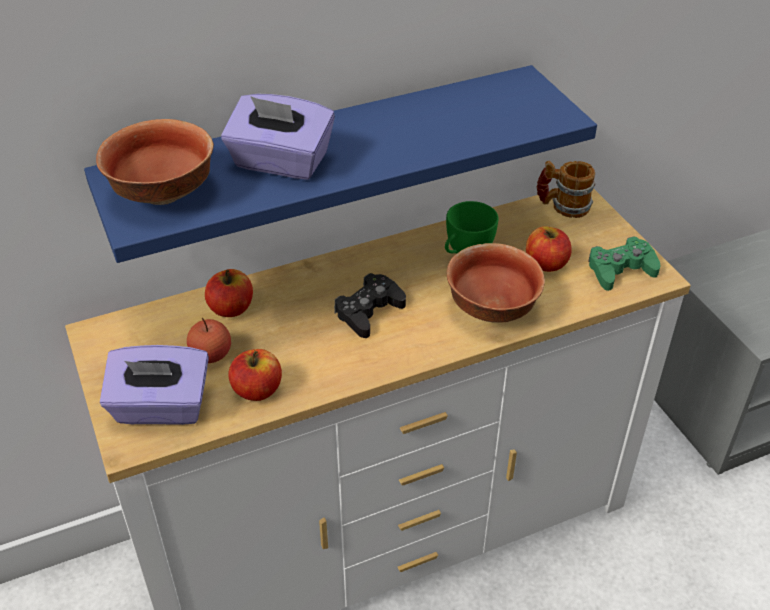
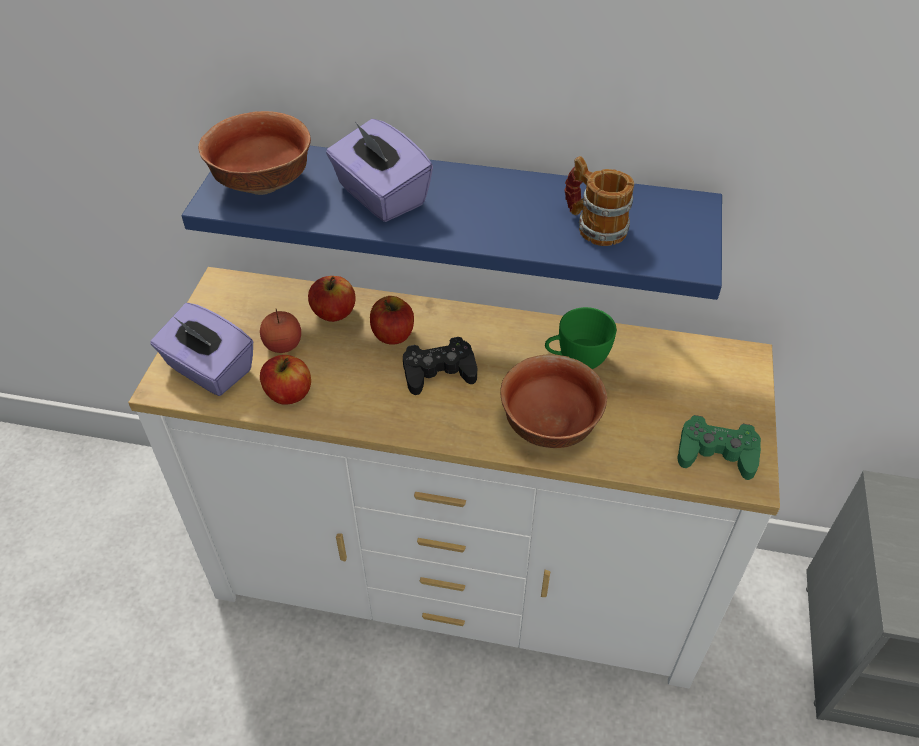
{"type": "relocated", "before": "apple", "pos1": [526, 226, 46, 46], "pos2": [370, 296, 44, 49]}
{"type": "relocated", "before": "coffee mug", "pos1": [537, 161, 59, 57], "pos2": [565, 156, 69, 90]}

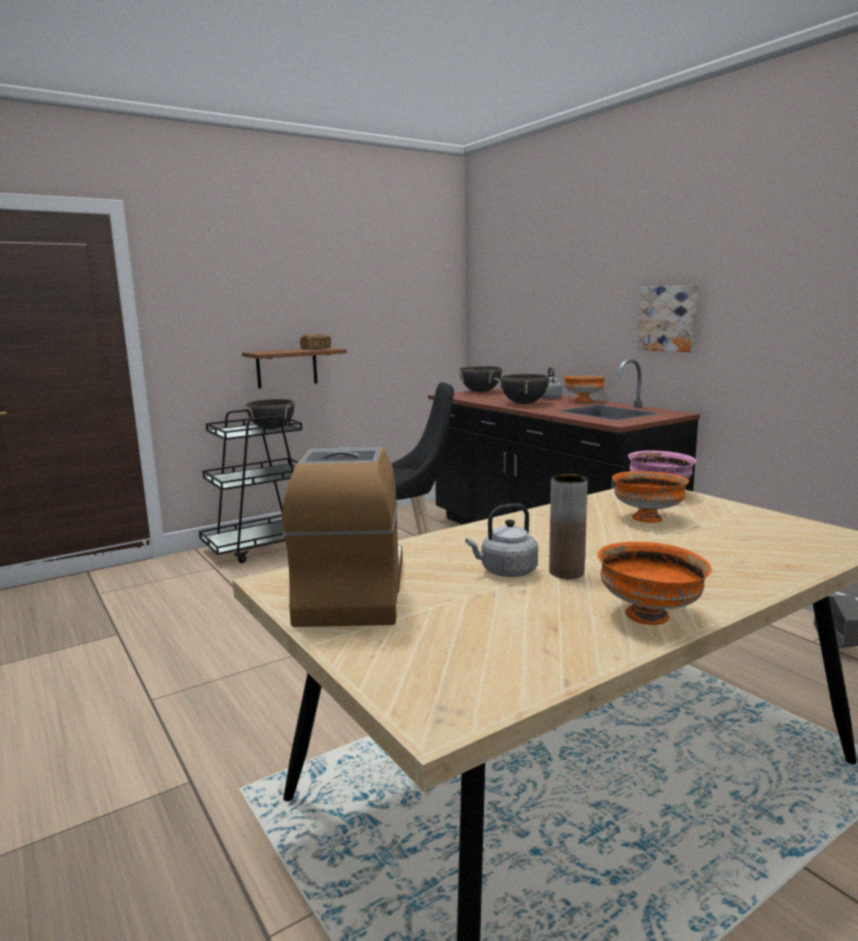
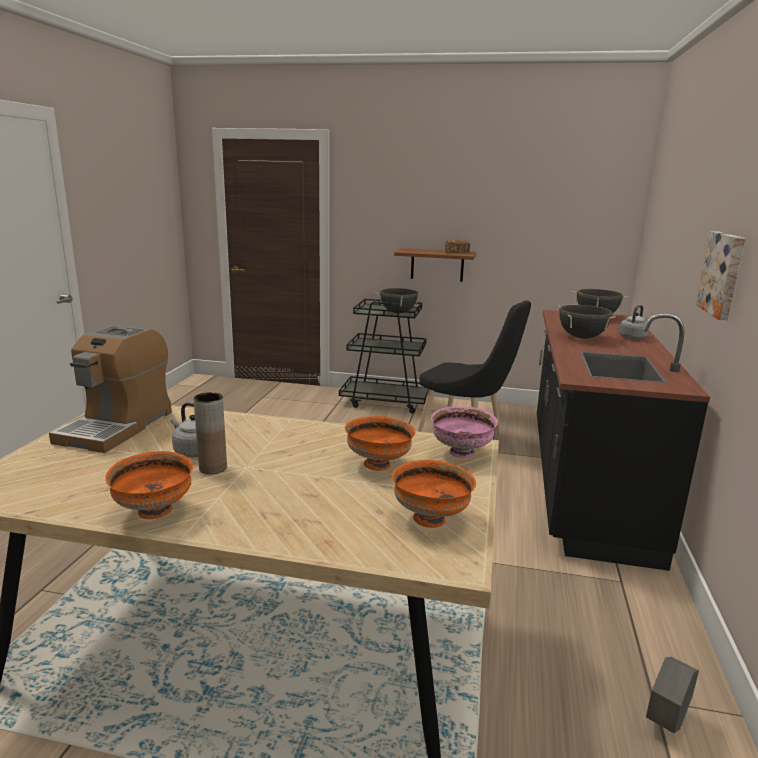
{"type": "relocated", "before": "orange serving bowl", "pos1": [563, 376, 43, 25], "pos2": [392, 460, 84, 68]}
{"type": "spun", "before": "coffee brewer", "pos1": [282, 447, 121, 180], "pos2": [49, 325, 123, 128], "turn": 150}

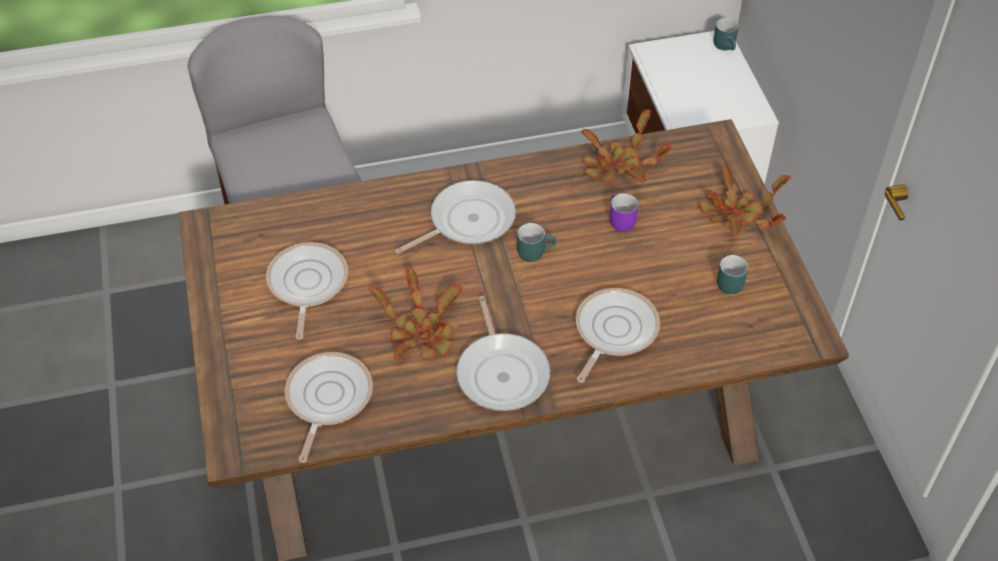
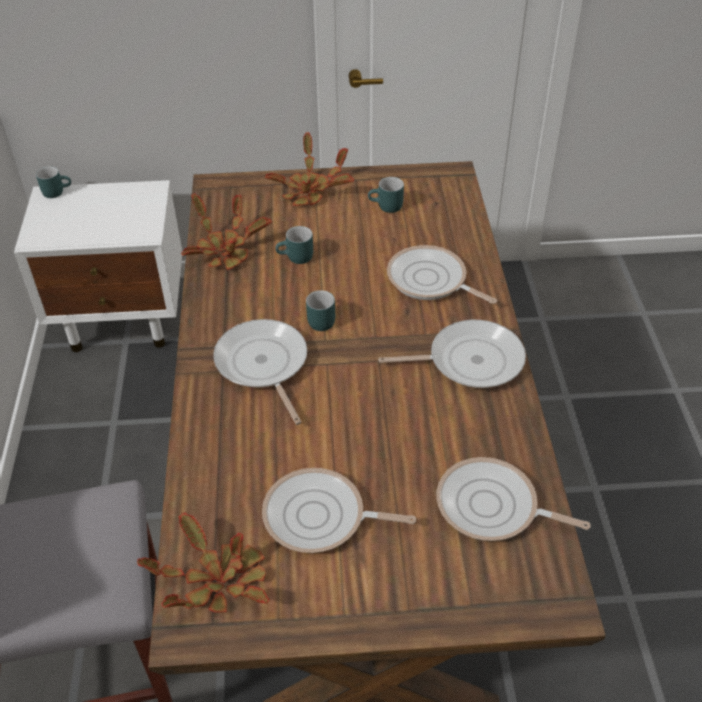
{"type": "relocated", "before": "plant in a pot", "pos1": [368, 267, 95, 93], "pos2": [137, 513, 132, 99]}
{"type": "colour", "before": "purplish coffee mug", "after": "turquoise coffee mug", "pos1": [610, 193, 28, 39], "pos2": [275, 226, 38, 38]}

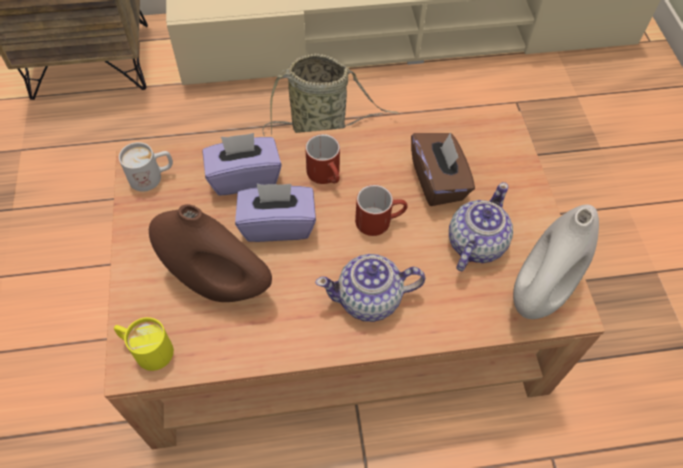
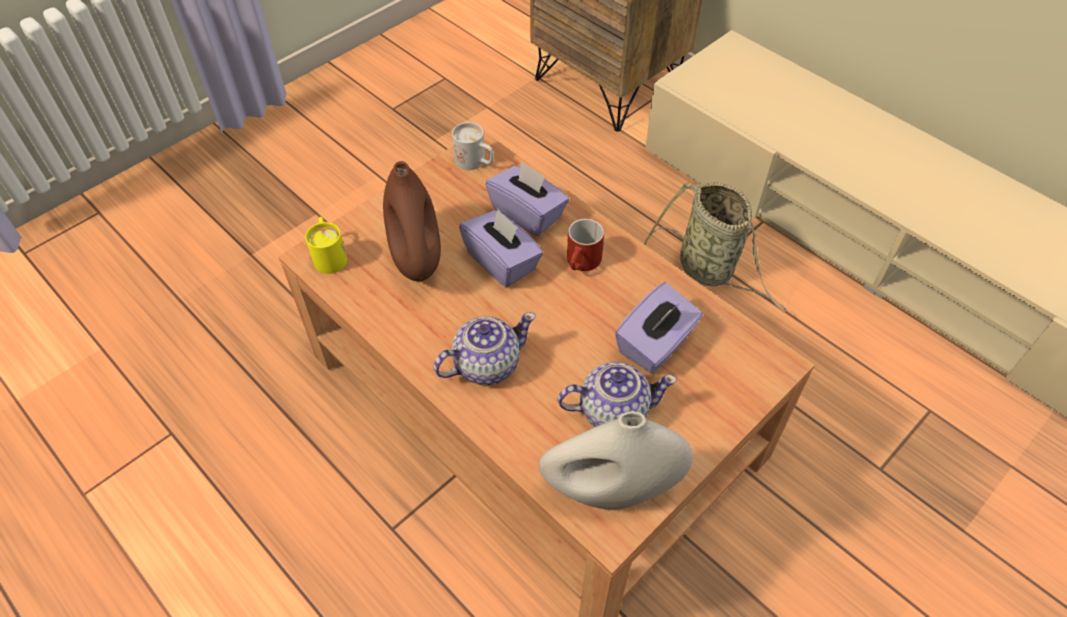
{"type": "missing", "before": "reddish coffee mug", "pos1": [355, 185, 53, 51]}
{"type": "colour", "before": "brown tissue holder", "after": "purplish tissue holder", "pos1": [411, 132, 64, 74], "pos2": [615, 282, 88, 91]}
{"type": "spun", "before": "pot for tea", "pos1": [315, 254, 110, 68], "pos2": [433, 312, 103, 73], "turn": 105}

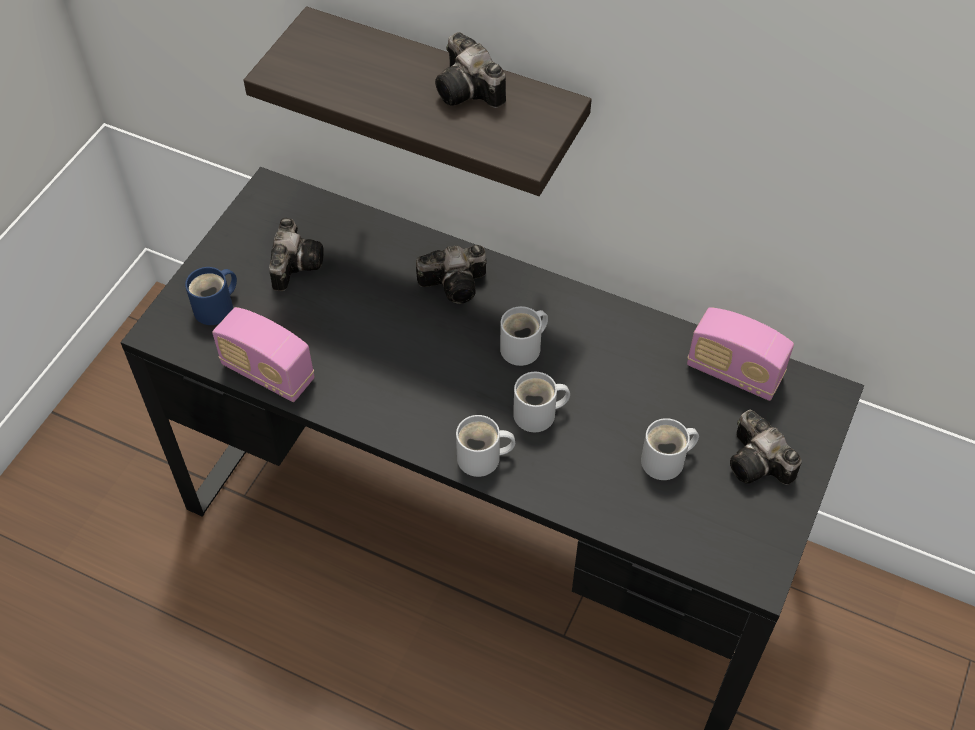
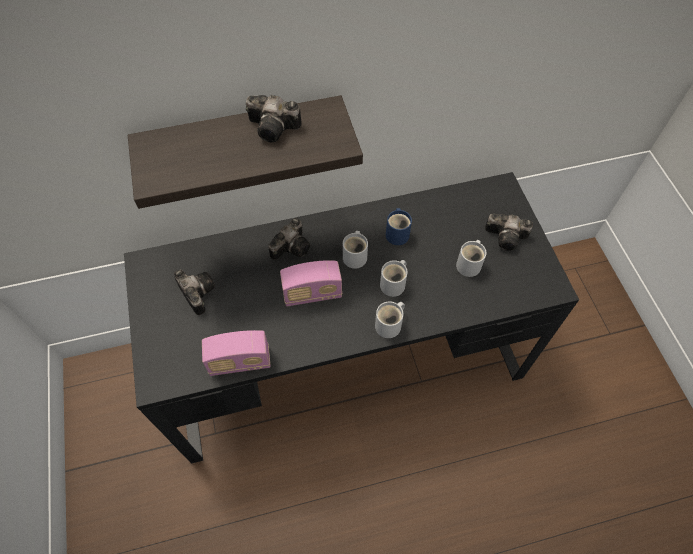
{"type": "relocated", "before": "bluish coffee mug", "pos1": [185, 267, 52, 58], "pos2": [386, 208, 26, 37]}
{"type": "relocated", "before": "radio set", "pos1": [687, 307, 107, 94], "pos2": [280, 260, 62, 46]}

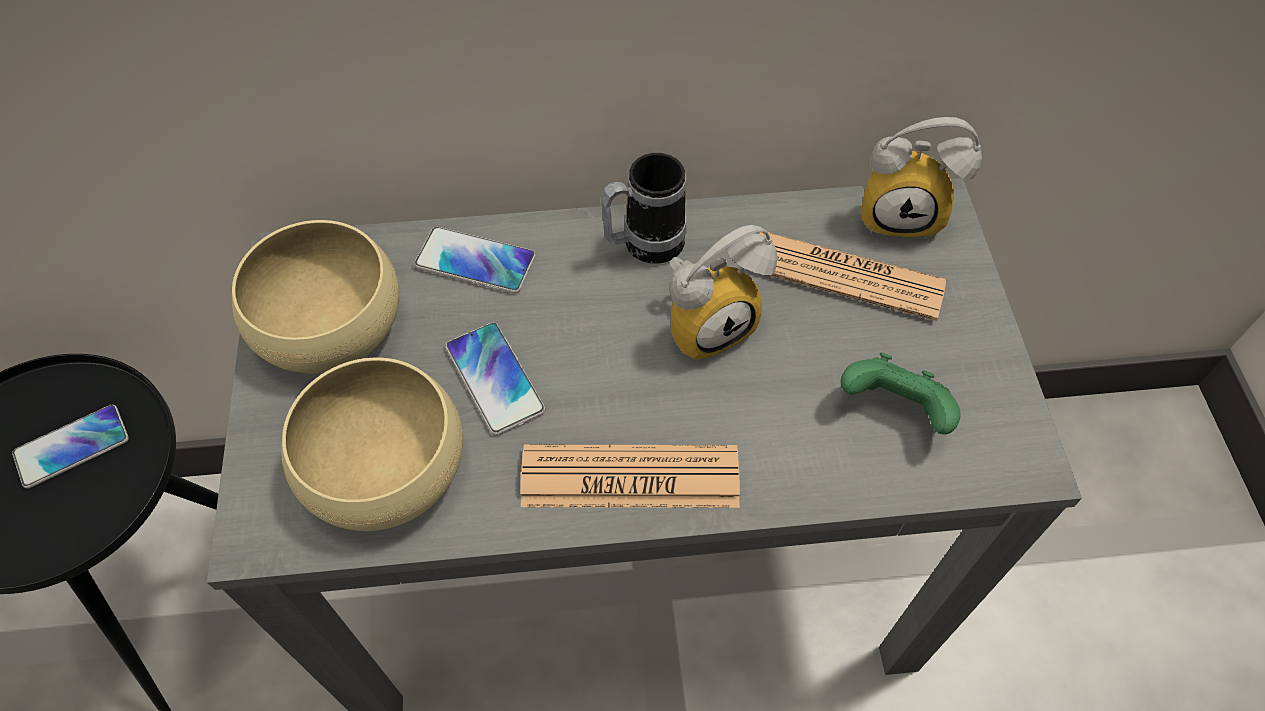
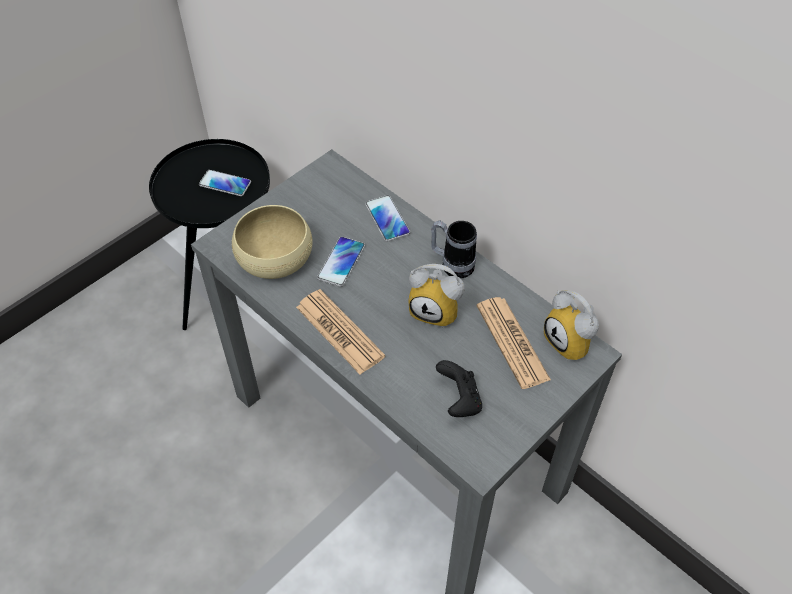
{"type": "missing", "before": "beige serving bowl", "pos1": [232, 220, 167, 153]}
{"type": "colour", "before": "greenish gamepad", "after": "blackish gamepad", "pos1": [841, 352, 119, 83], "pos2": [436, 360, 46, 57]}

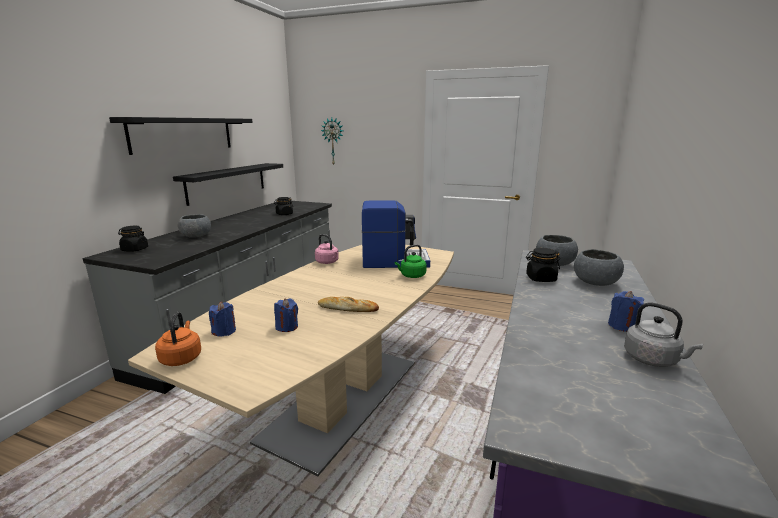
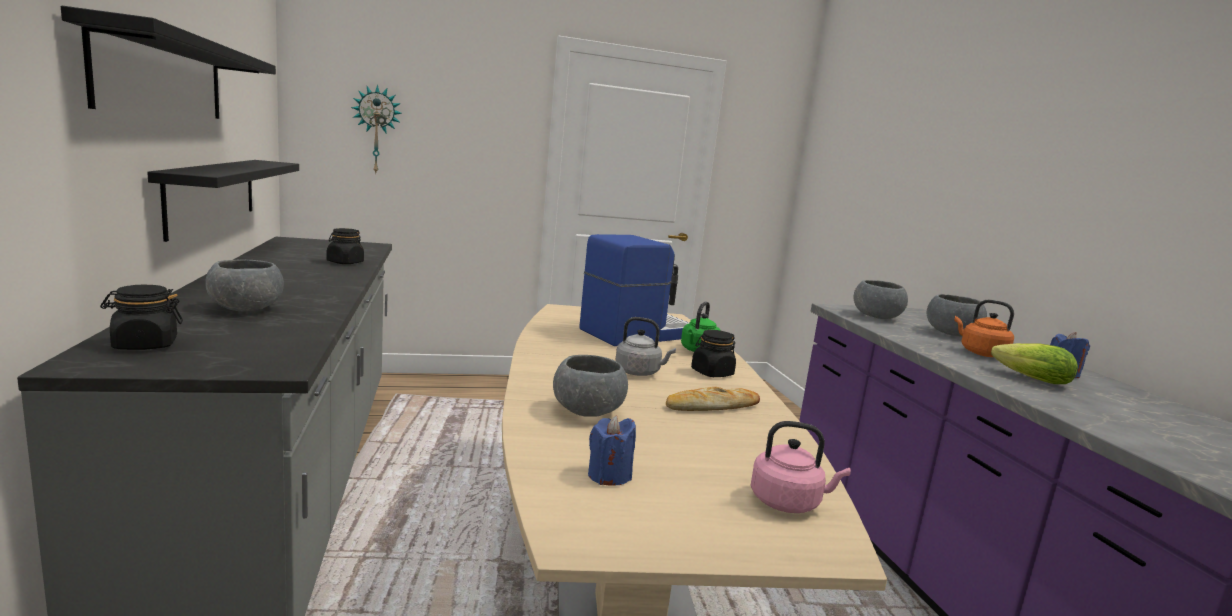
{"type": "missing", "before": "bluish candle", "pos1": [274, 298, 24, 34]}
{"type": "appeared", "after": "greyish serving bowl", "pos2": [553, 355, 75, 61]}
{"type": "appeared", "after": "lettuce", "pos2": [991, 343, 87, 41]}
{"type": "relocated", "before": "orange water kettle", "pos1": [155, 312, 46, 54], "pos2": [954, 299, 60, 58]}
{"type": "relocated", "before": "pink water kettle", "pos1": [315, 234, 24, 30], "pos2": [751, 421, 100, 92]}
{"type": "relocated", "before": "blackish jar", "pos1": [526, 248, 34, 34], "pos2": [691, 330, 45, 47]}
{"type": "relocated", "before": "greyish water kettle", "pos1": [624, 303, 79, 64], "pos2": [615, 317, 61, 59]}

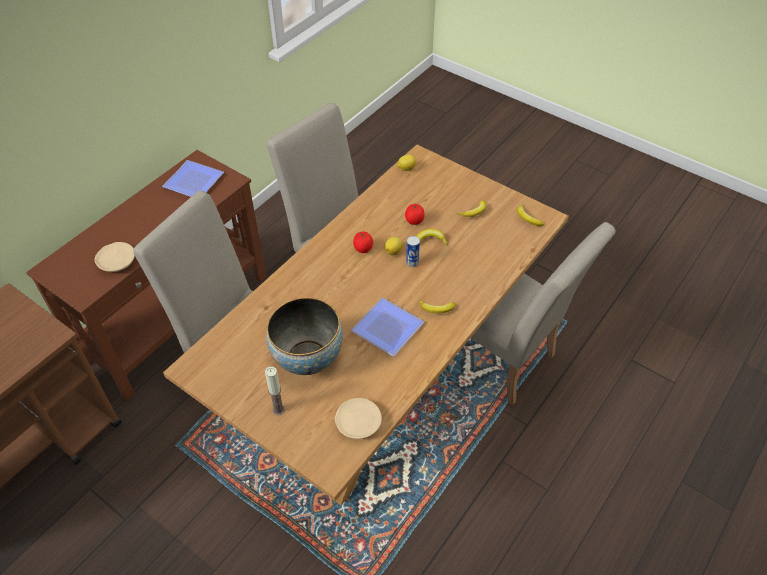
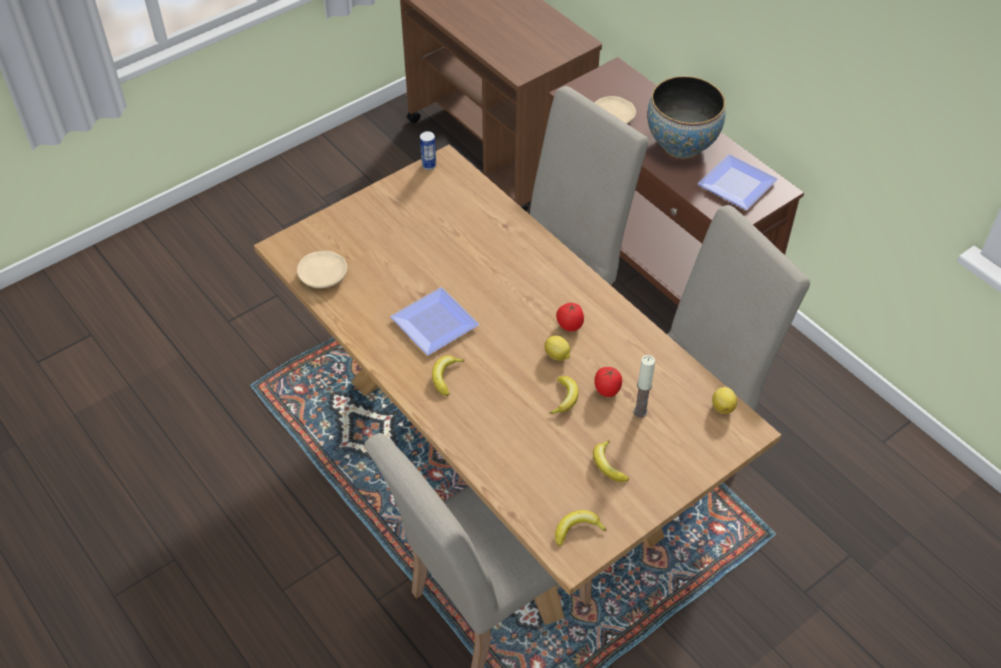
{"type": "relocated", "before": "candle", "pos1": [265, 366, 20, 49], "pos2": [633, 355, 22, 63]}
{"type": "relocated", "before": "serving bowl", "pos1": [266, 297, 77, 78], "pos2": [647, 76, 79, 82]}
{"type": "relocated", "before": "sealed can", "pos1": [406, 236, 14, 31], "pos2": [420, 131, 16, 39]}

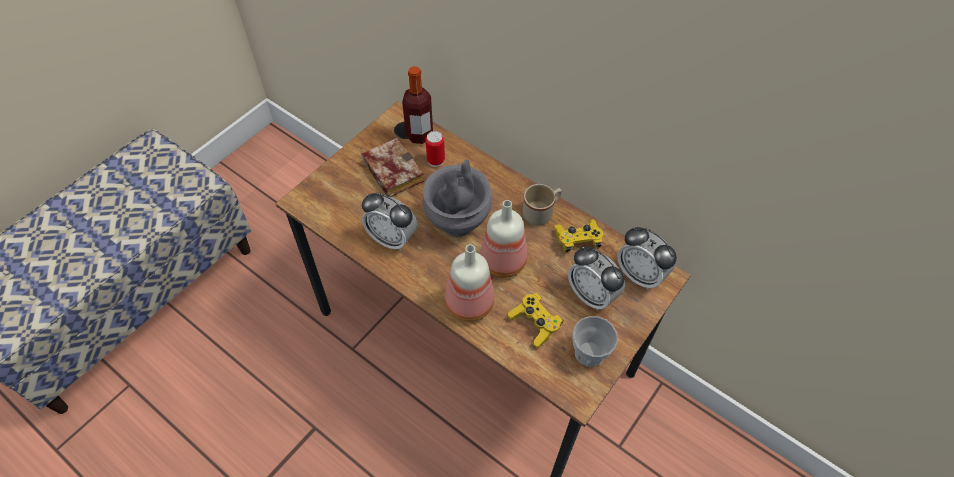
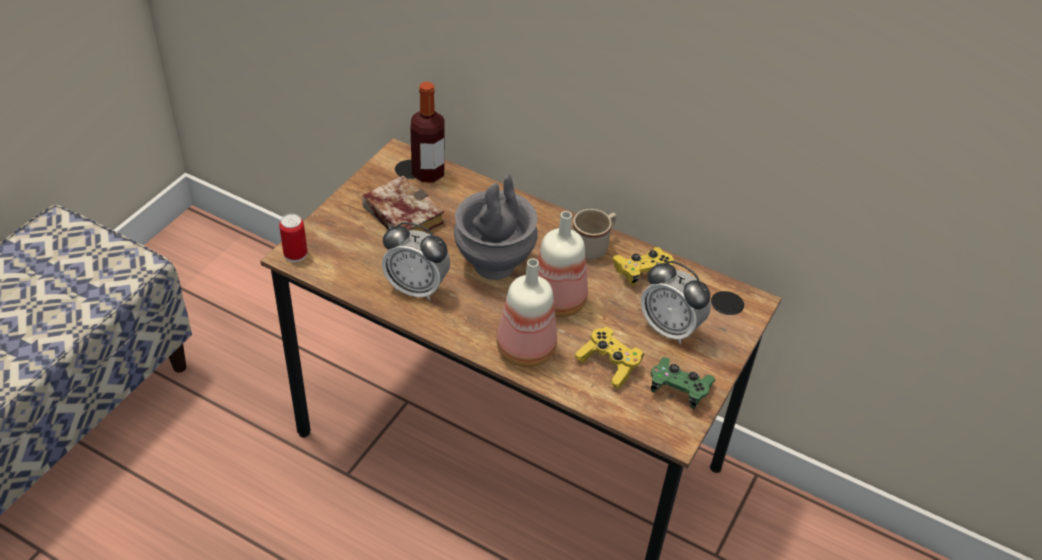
{"type": "missing", "before": "bedside clock", "pos1": [617, 227, 60, 63]}
{"type": "relocated", "before": "sealed can", "pos1": [426, 131, 19, 36], "pos2": [279, 214, 28, 48]}
{"type": "exchanged", "before": "small cup", "after": "greenish gamepad", "pos1": [572, 316, 46, 51], "pos2": [651, 357, 64, 52]}

